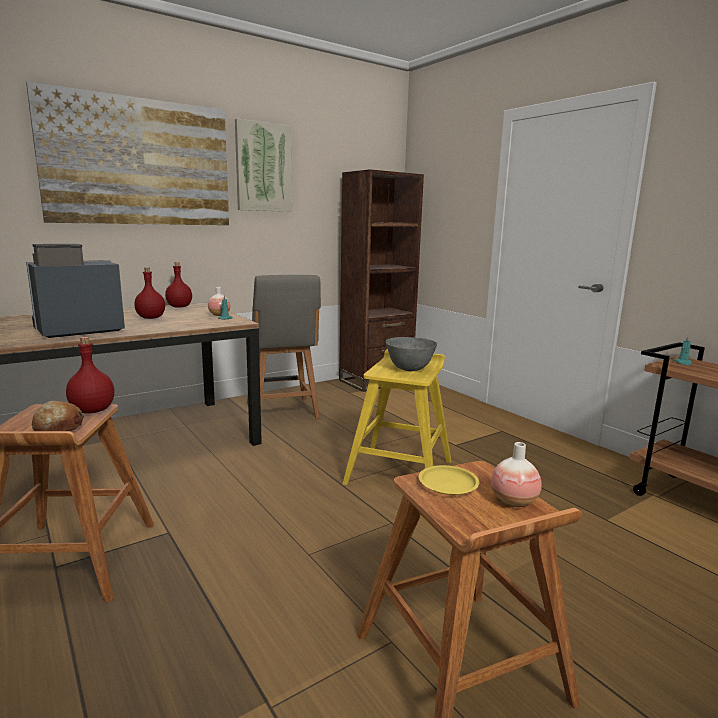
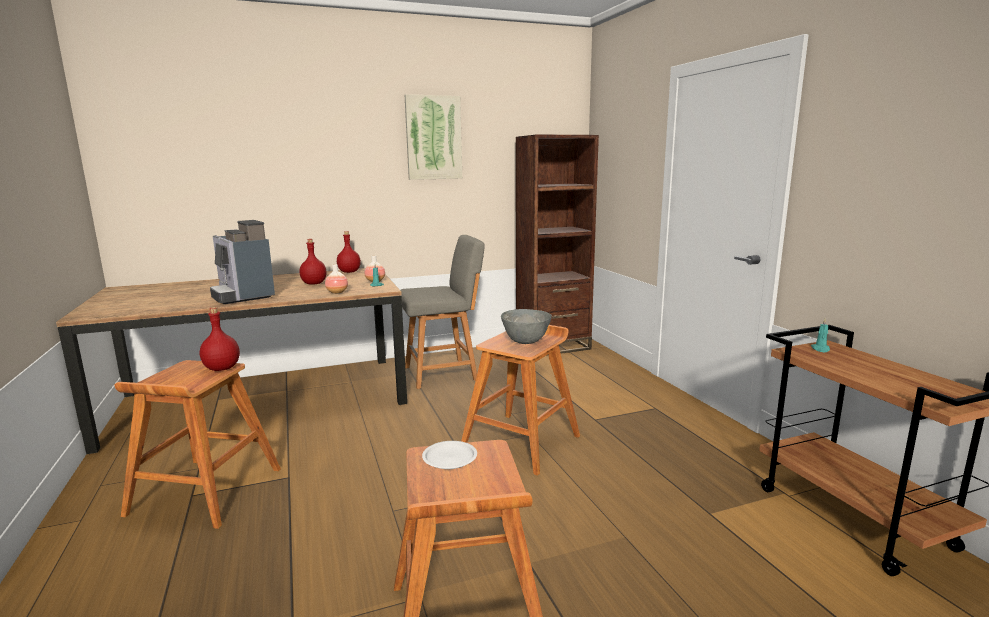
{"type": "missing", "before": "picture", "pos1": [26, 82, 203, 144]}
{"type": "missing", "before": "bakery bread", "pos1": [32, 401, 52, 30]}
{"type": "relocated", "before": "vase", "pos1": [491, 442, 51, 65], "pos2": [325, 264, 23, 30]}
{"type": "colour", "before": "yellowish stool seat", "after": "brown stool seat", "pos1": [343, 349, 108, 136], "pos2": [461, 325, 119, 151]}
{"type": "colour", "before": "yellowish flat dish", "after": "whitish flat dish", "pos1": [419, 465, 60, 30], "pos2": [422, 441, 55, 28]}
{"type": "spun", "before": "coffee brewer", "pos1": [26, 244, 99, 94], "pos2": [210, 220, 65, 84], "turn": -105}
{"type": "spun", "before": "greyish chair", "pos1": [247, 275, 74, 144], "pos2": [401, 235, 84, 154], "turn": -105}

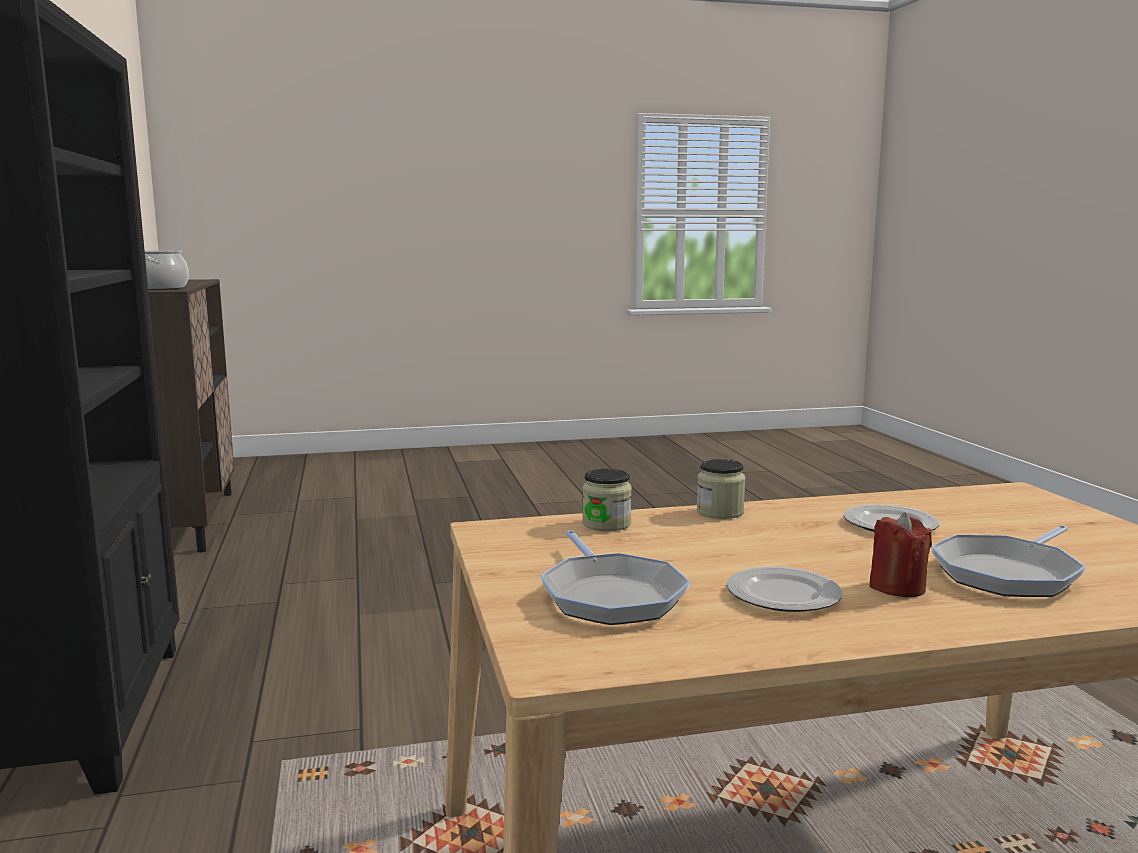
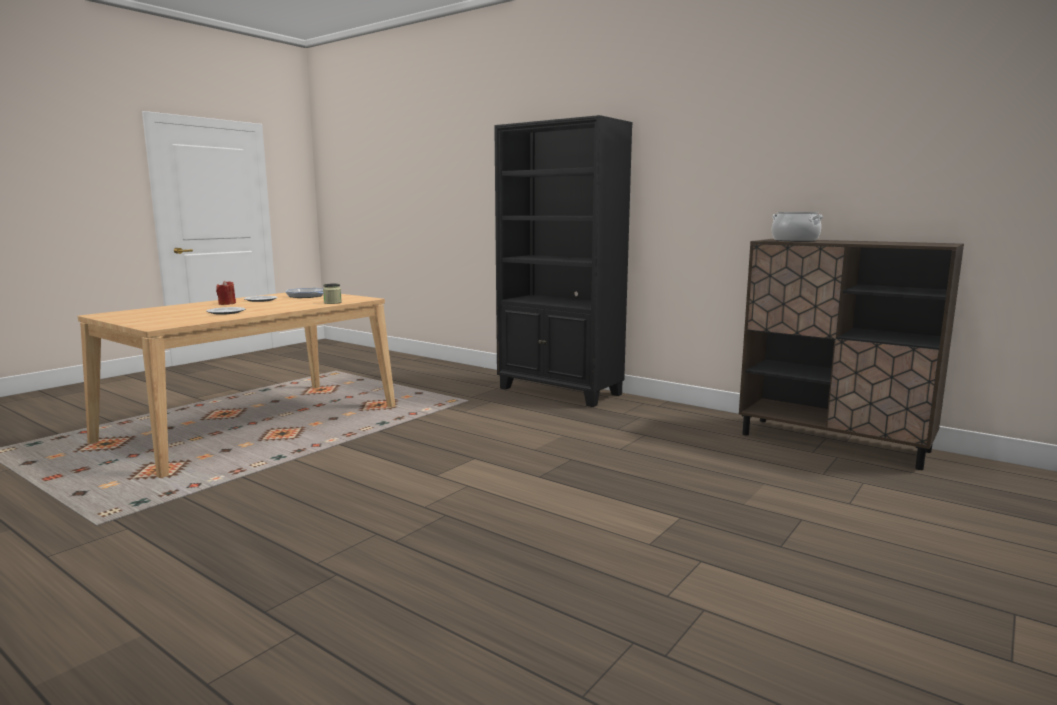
{"type": "missing", "before": "jar", "pos1": [697, 459, 48, 60]}
{"type": "missing", "before": "pan", "pos1": [931, 525, 155, 72]}

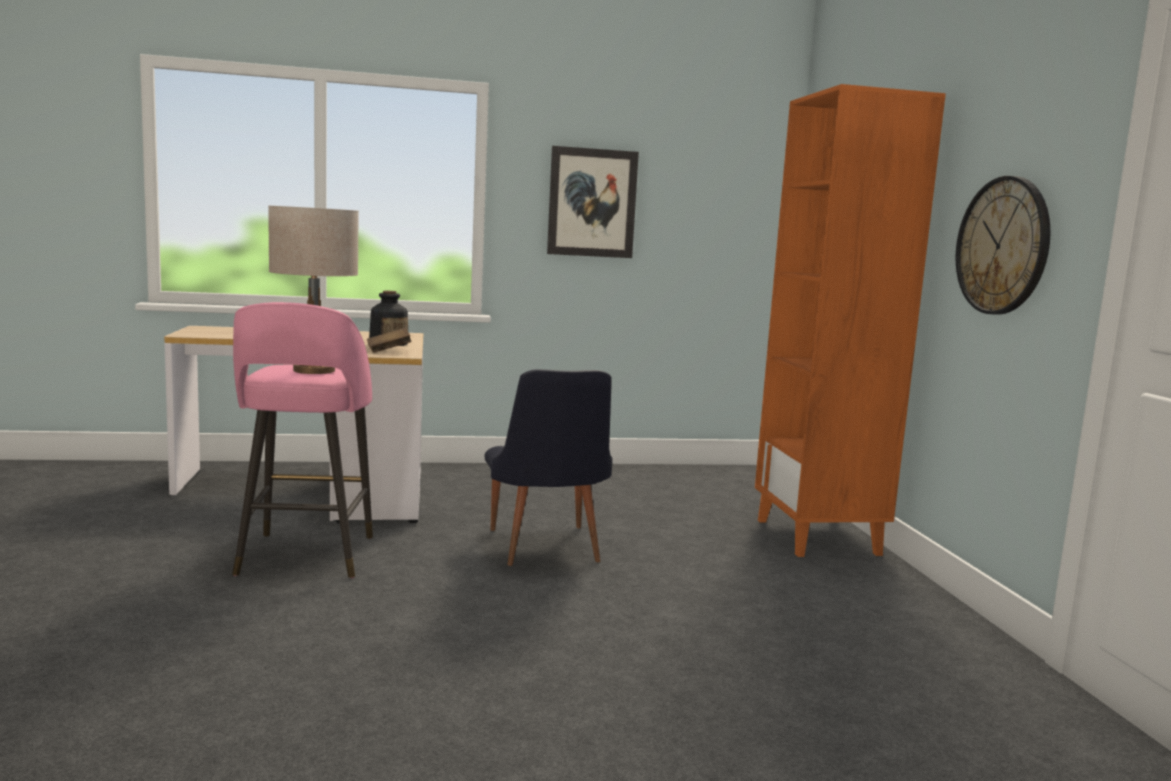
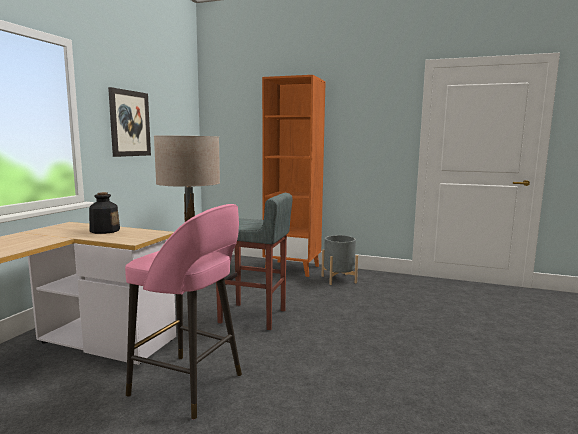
{"type": "missing", "before": "brown book", "pos1": [367, 328, 45, 25]}
{"type": "missing", "before": "hanging clock", "pos1": [956, 176, 94, 139]}
{"type": "appeared", "after": "greyish plant pot", "pos2": [322, 235, 36, 50]}
{"type": "exchanged", "before": "blackish chair", "after": "greyish stool seat", "pos1": [485, 369, 128, 197], "pos2": [216, 193, 76, 137]}

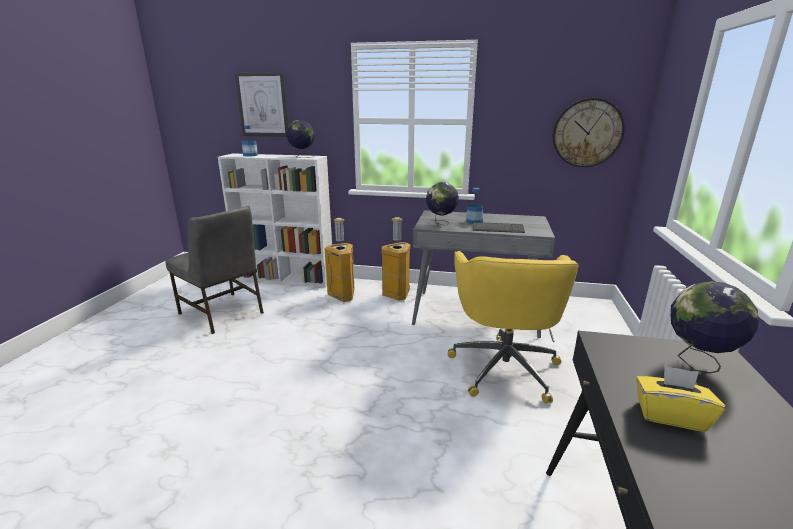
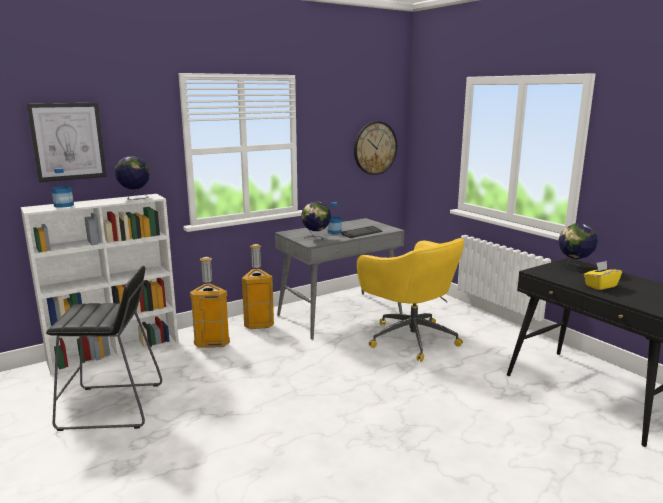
{"type": "exchanged", "before": "greyish chair", "after": "blackish stool seat", "pos1": [165, 205, 99, 129], "pos2": [46, 266, 116, 165]}

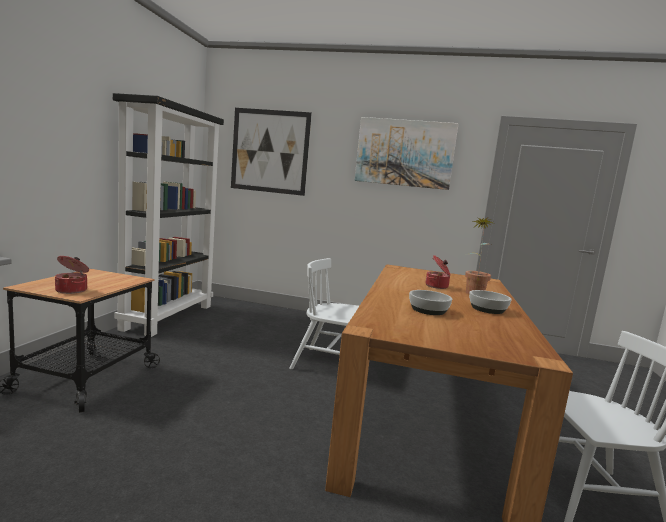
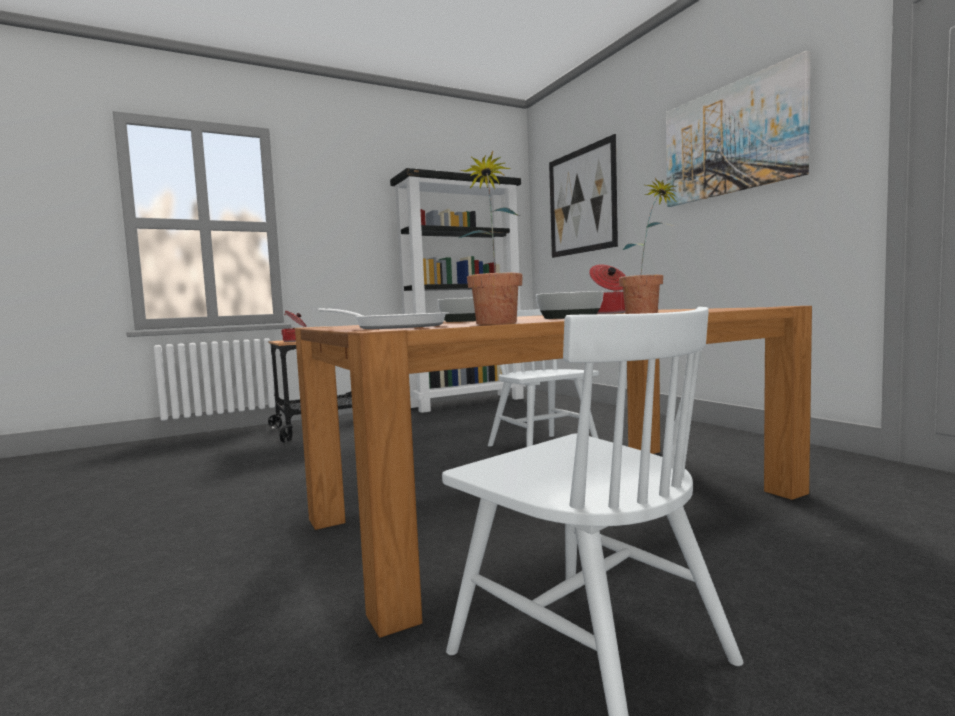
{"type": "appeared", "after": "pan", "pos2": [318, 308, 130, 21]}
{"type": "appeared", "after": "plant in a pot", "pos2": [459, 150, 64, 174]}

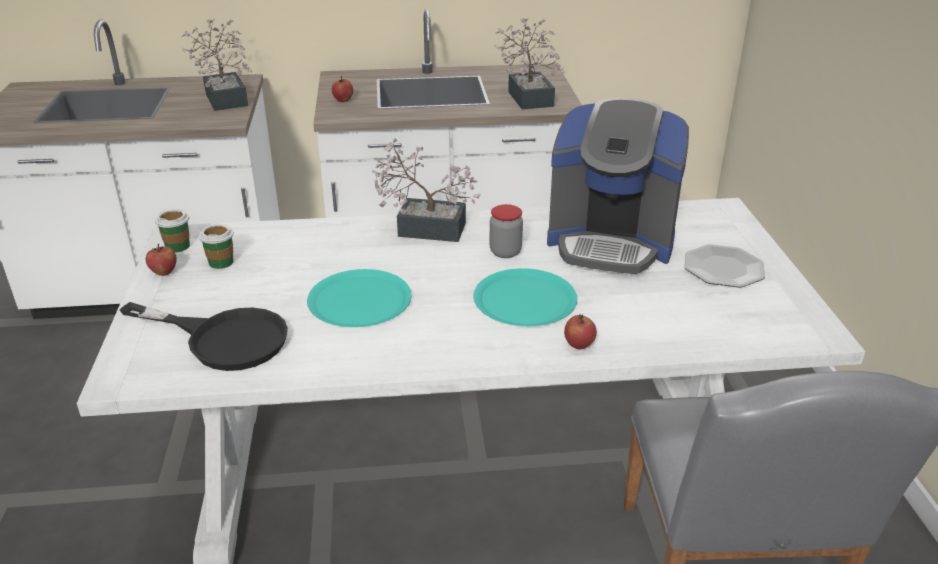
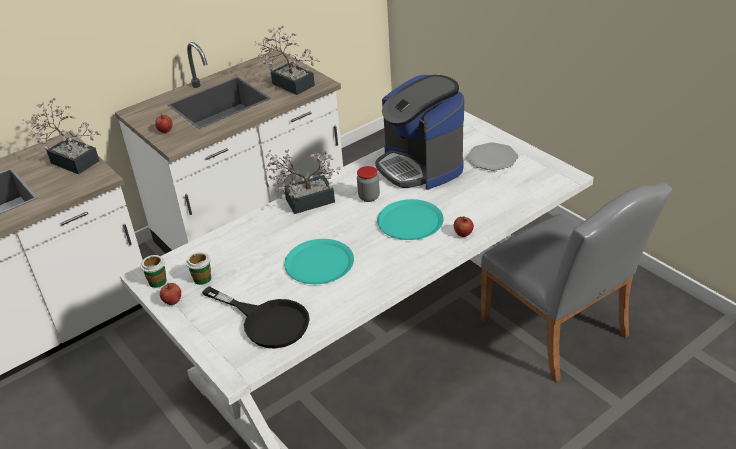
{"type": "spun", "before": "blackish pan", "pos1": [120, 302, 168, 69], "pos2": [202, 286, 108, 63], "turn": 45}
{"type": "spun", "before": "coffee brewer", "pos1": [547, 98, 142, 176], "pos2": [375, 75, 89, 115], "turn": 75}

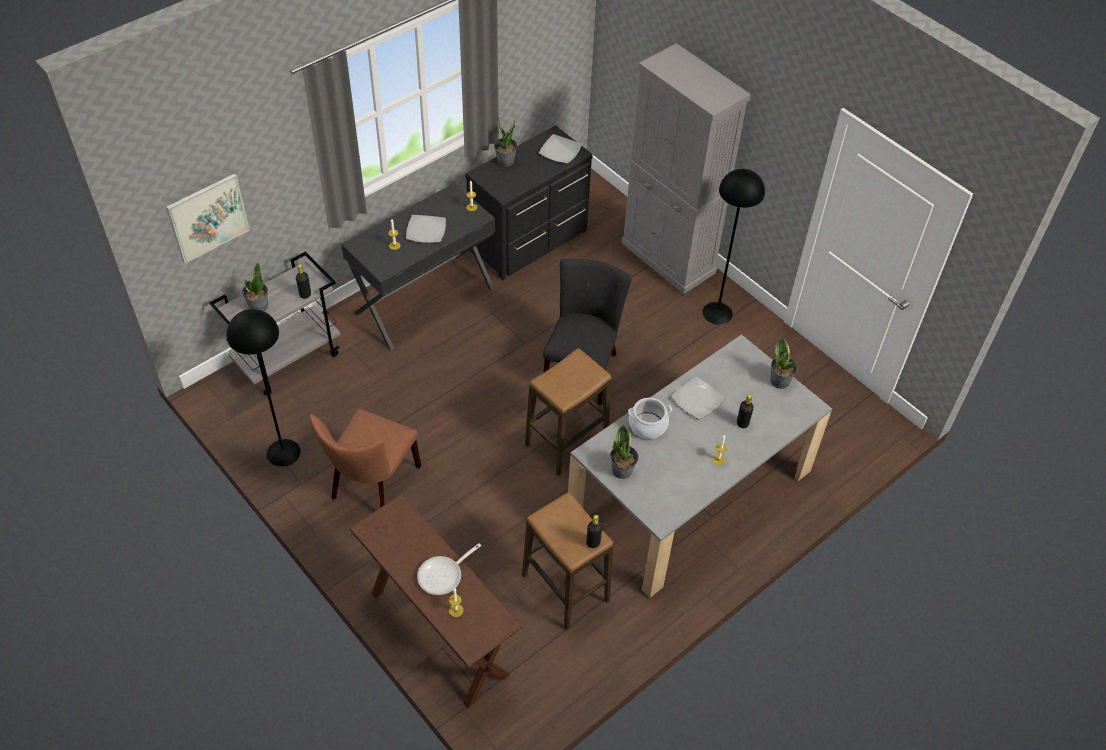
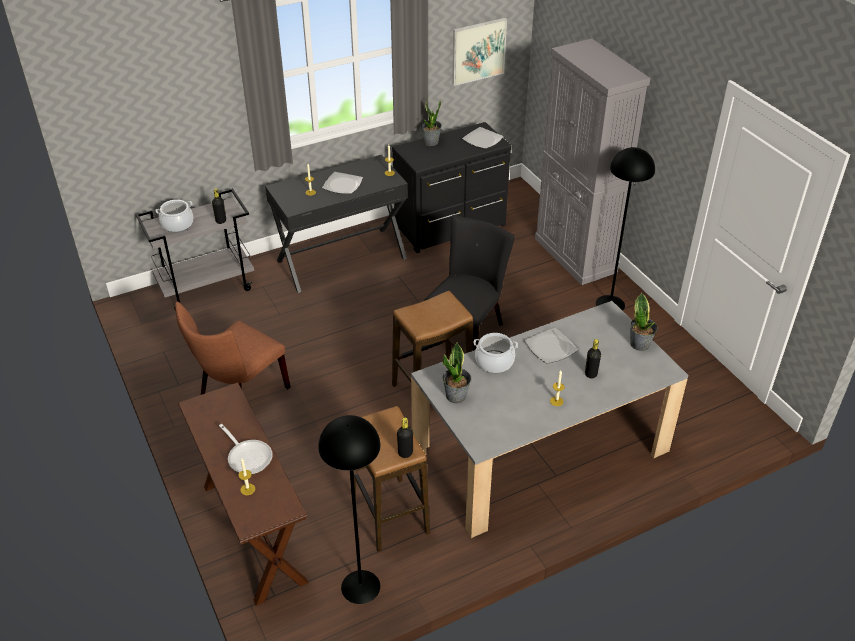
{"type": "relocated", "before": "picture", "pos1": [166, 174, 84, 89], "pos2": [452, 18, 55, 68]}
{"type": "relocated", "before": "blackish floor lamp", "pos1": [227, 309, 74, 158], "pos2": [318, 415, 63, 189]}
{"type": "exchanged", "before": "plant in a pot", "after": "cooking pot", "pos1": [242, 262, 26, 49], "pos2": [155, 200, 38, 32]}
{"type": "spun", "before": "pan", "pos1": [417, 543, 64, 52], "pos2": [219, 424, 54, 50], "turn": -105}

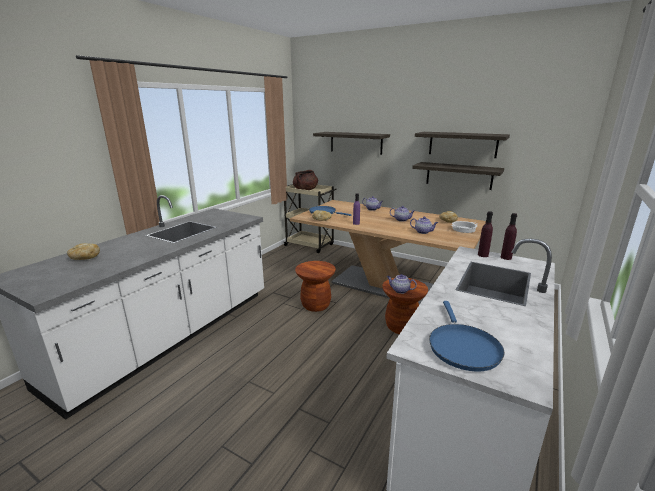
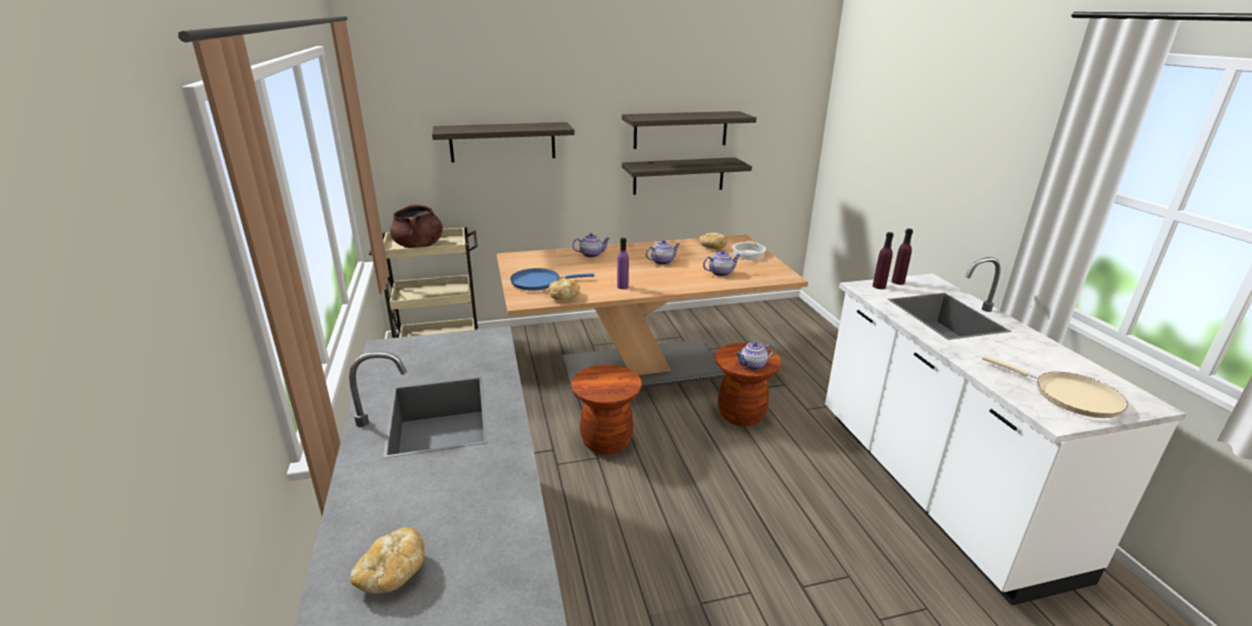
{"type": "colour", "before": "bluish pan", "after": "beige pan", "pos1": [429, 301, 76, 70], "pos2": [982, 355, 146, 63]}

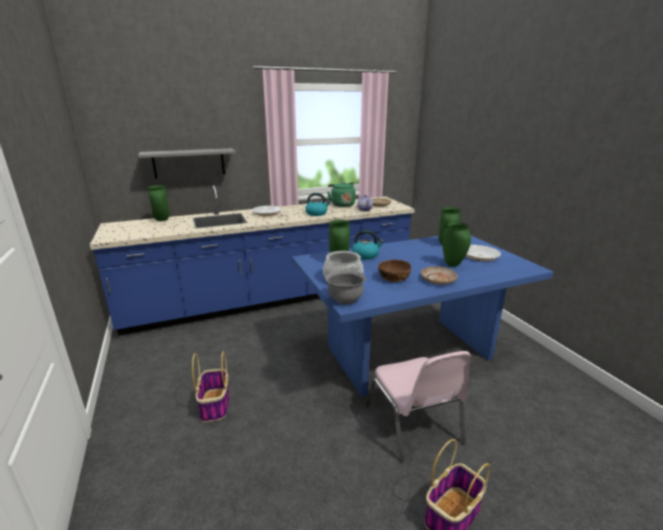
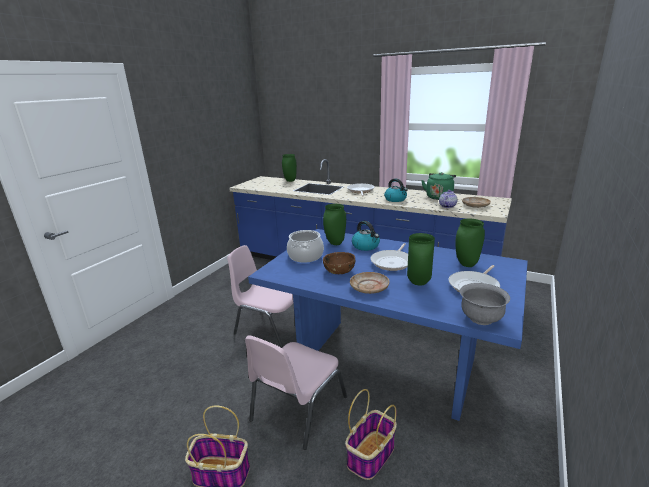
{"type": "missing", "before": "greyish shelf", "pos1": [138, 148, 98, 31]}
{"type": "appeared", "after": "pink chair", "pos2": [227, 245, 66, 102]}
{"type": "appeared", "after": "pan", "pos2": [370, 243, 38, 28]}
{"type": "relocated", "before": "household basket", "pos1": [192, 351, 37, 71], "pos2": [345, 389, 52, 91]}
{"type": "relocated", "before": "greyish serving bowl", "pos1": [325, 270, 41, 34], "pos2": [460, 283, 50, 42]}

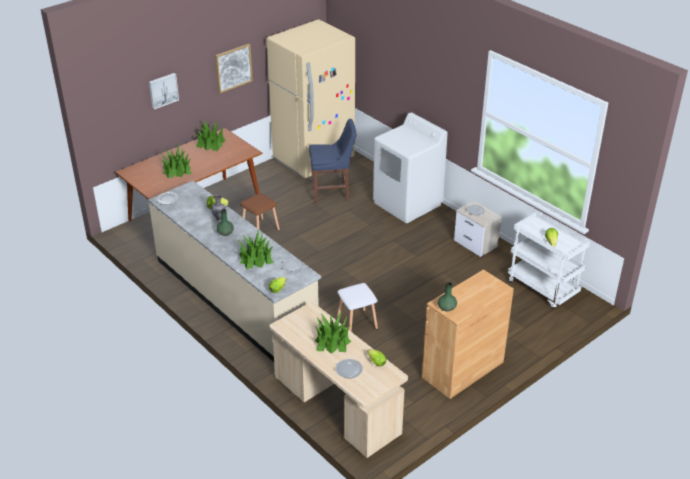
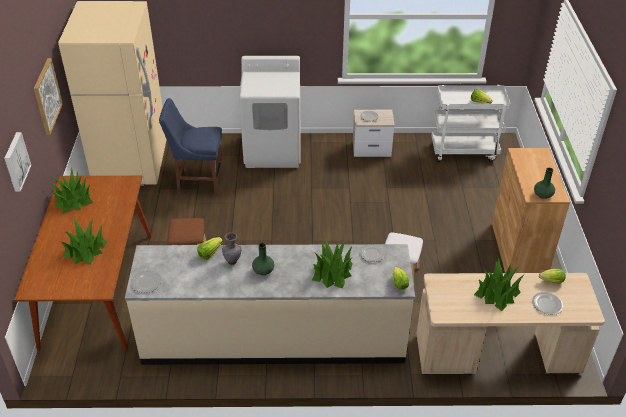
{"type": "spun", "before": "bluish chair", "pos1": [309, 119, 47, 84], "pos2": [159, 98, 64, 97], "turn": -120}

